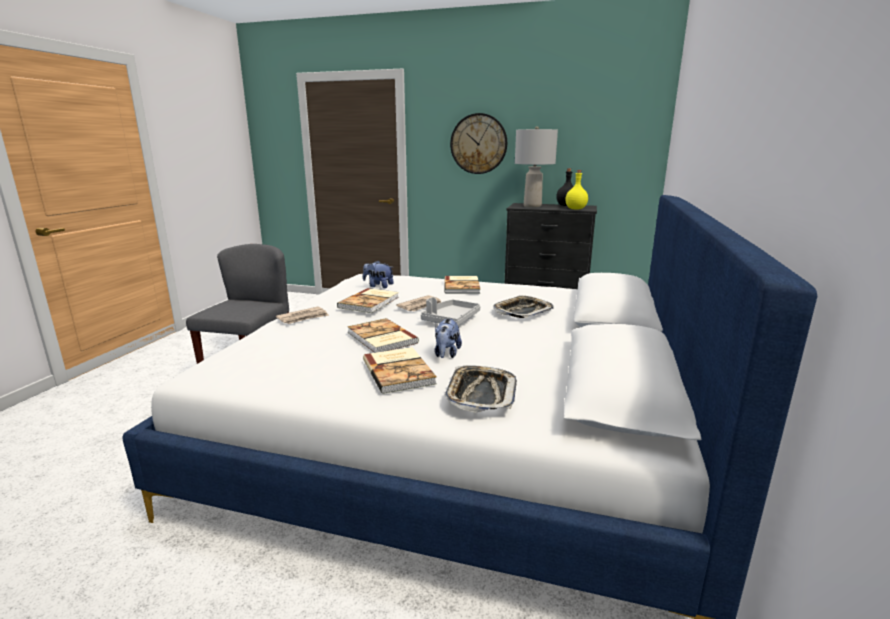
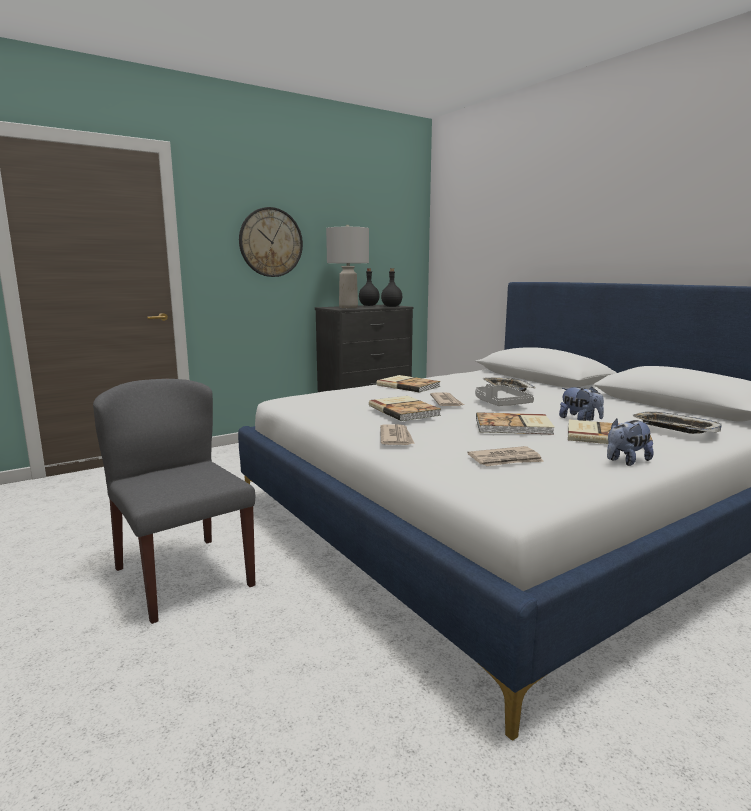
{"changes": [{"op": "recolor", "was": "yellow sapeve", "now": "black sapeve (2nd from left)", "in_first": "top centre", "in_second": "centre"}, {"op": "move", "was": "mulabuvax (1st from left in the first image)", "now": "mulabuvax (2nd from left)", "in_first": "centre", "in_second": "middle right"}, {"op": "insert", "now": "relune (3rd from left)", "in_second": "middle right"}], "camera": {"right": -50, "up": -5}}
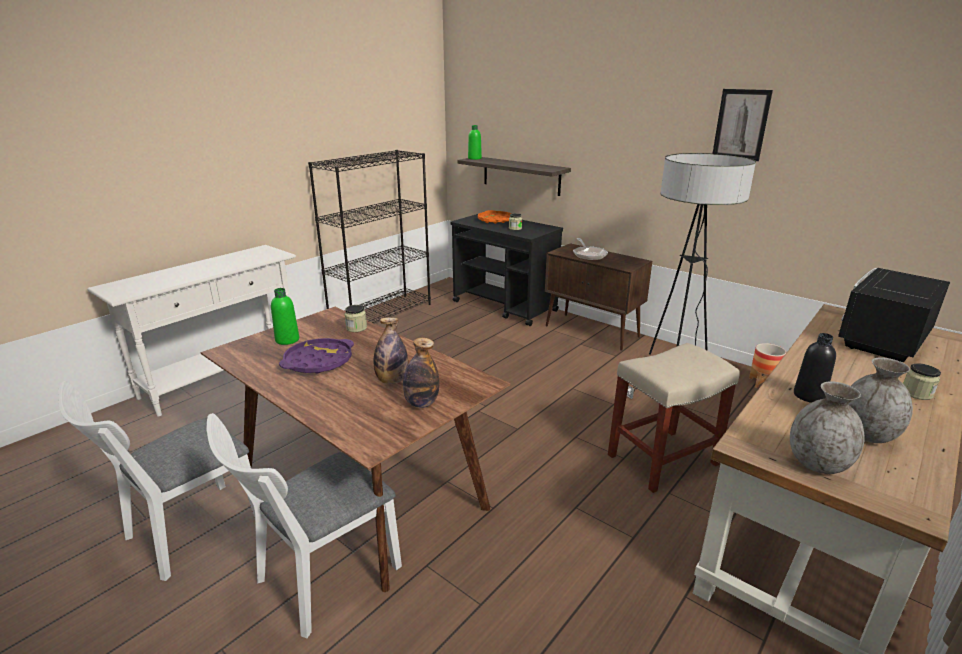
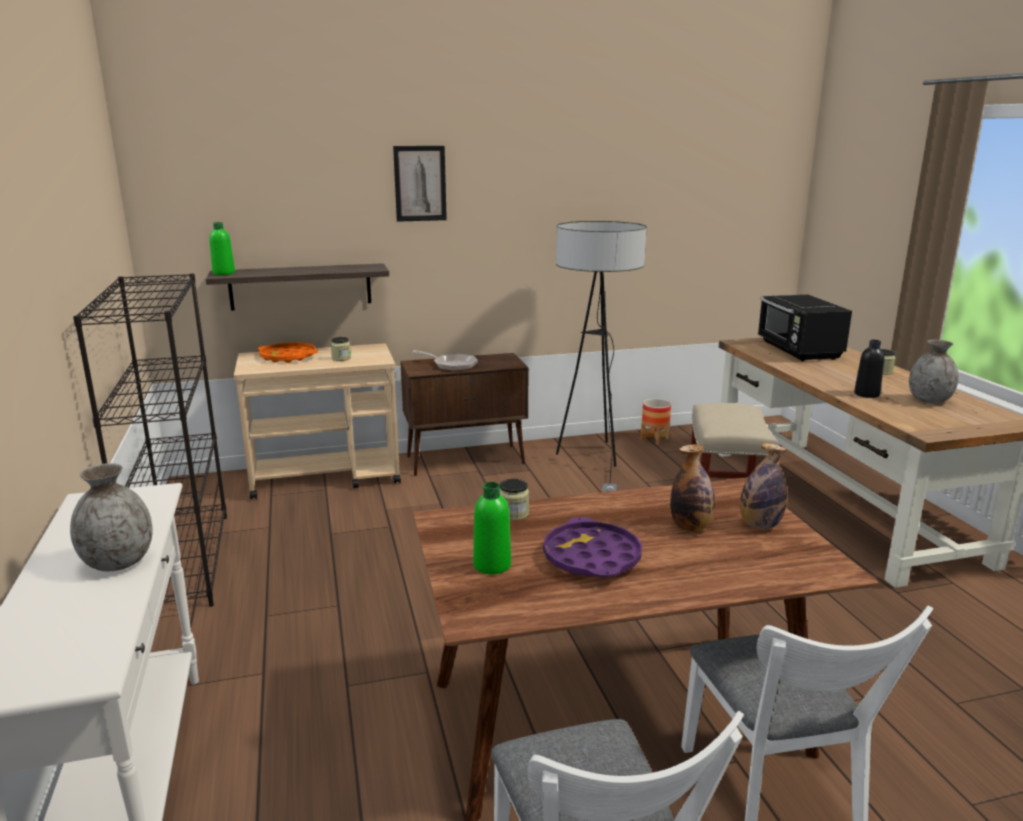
{"changes": [{"op": "move", "was": "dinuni", "in_first": "top right", "in_second": "top centre"}, {"op": "recolor", "was": "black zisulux", "now": "beige zisulux", "in_first": "centre", "in_second": "middle left"}, {"op": "move", "was": "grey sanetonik (1st from left)", "in_first": "middle right", "in_second": "middle left"}], "camera": {"right": -55, "up": -5}}
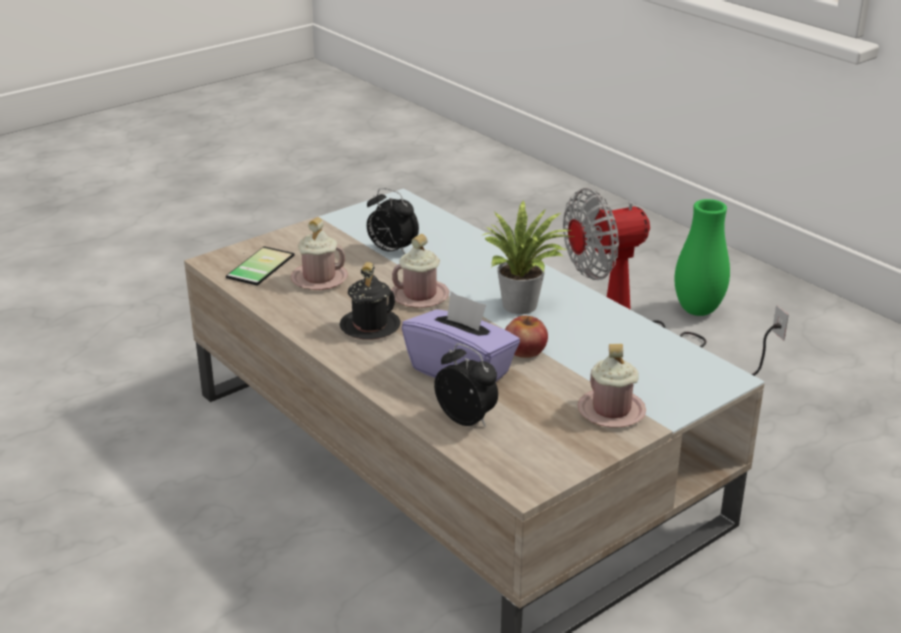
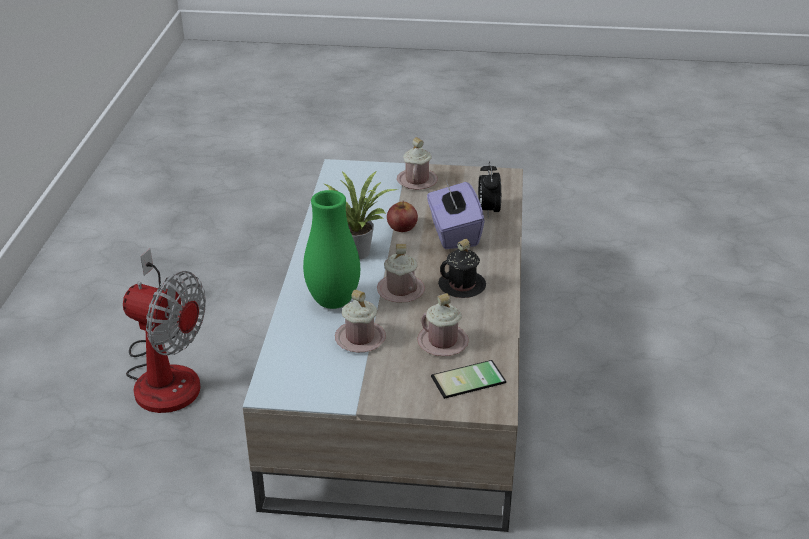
{"changes": [{"op": "replace", "was": "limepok (1st from left)", "now": "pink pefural (1st from left)", "in_first": "centre", "in_second": "centre"}, {"op": "move", "was": "green sanetonik", "in_first": "middle right", "in_second": "centre"}], "camera": {"right": -135, "up": 5}}
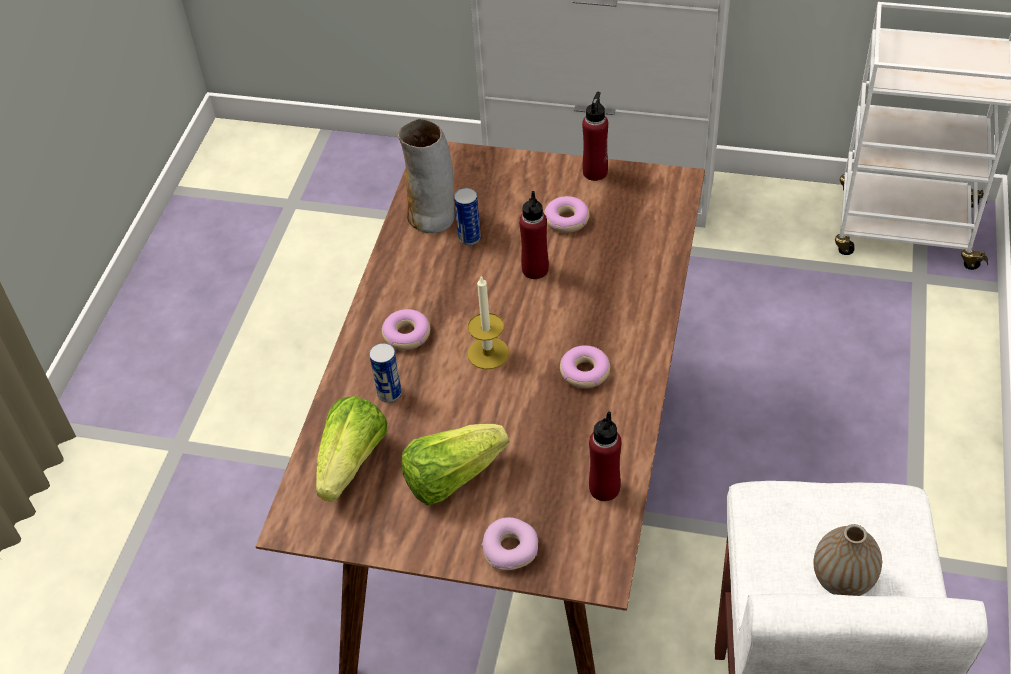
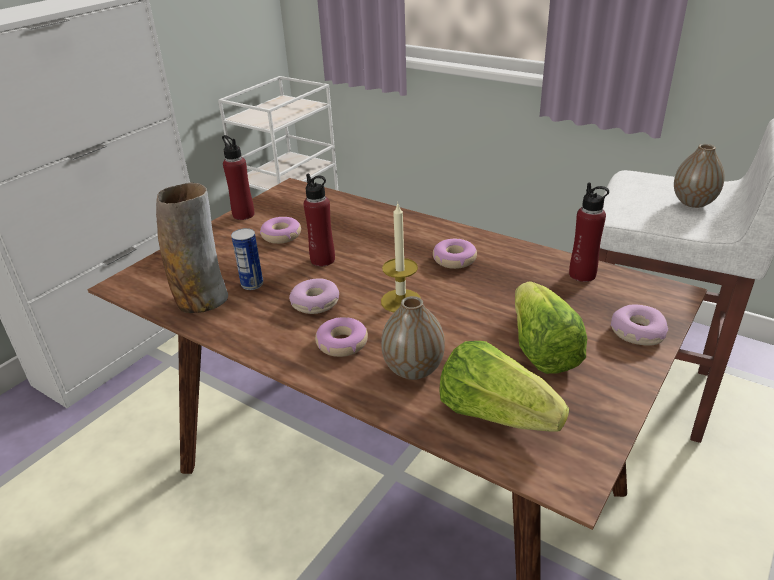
{"changes": [{"op": "replace", "was": "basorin (1st from left)", "now": "sanetonik (2nd from left)", "in_first": "centre", "in_second": "centre"}, {"op": "insert", "now": "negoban (2nd from left)", "in_second": "centre"}], "camera": {"right": -70, "up": -15}}
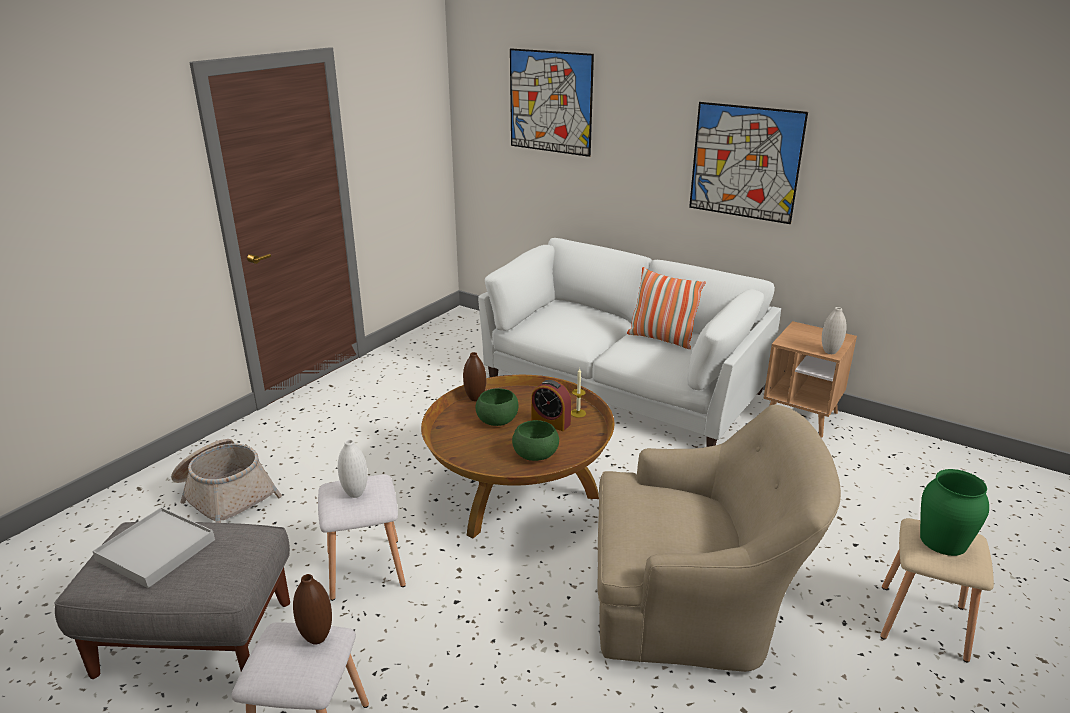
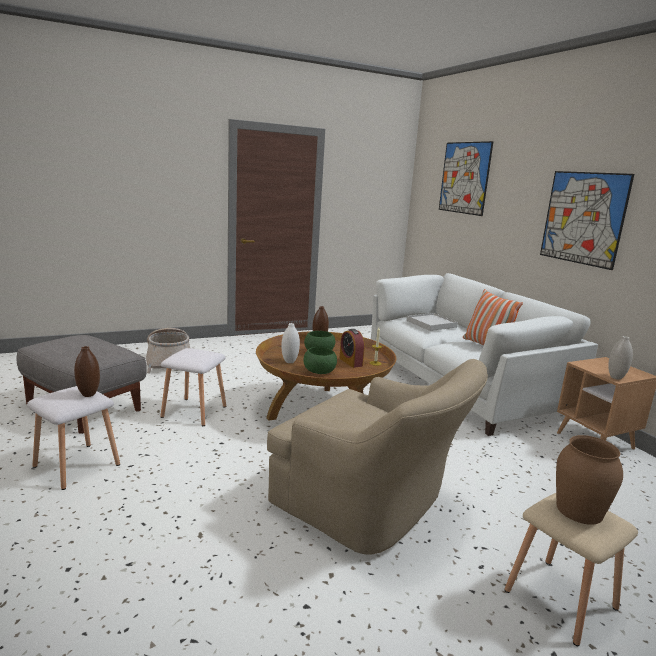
{"changes": [{"op": "move", "was": "white sanetonik (1st from left)", "in_first": "middle left", "in_second": "centre"}, {"op": "recolor", "was": "green sanetonik", "now": "brown sanetonik (3rd from left)", "in_first": "bottom right", "in_second": "bottom right"}, {"op": "move", "was": "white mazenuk", "in_first": "bottom left", "in_second": "centre"}], "camera": {"right": 30, "up": -10}}
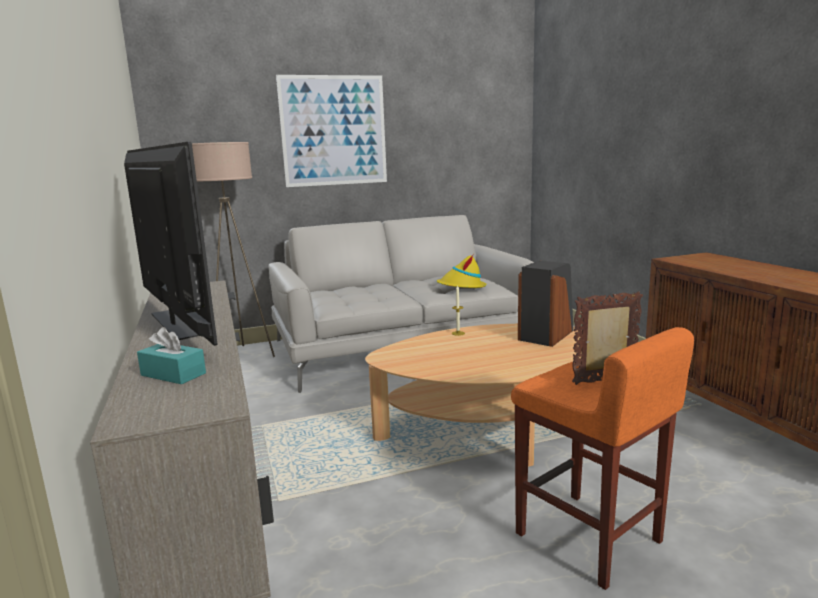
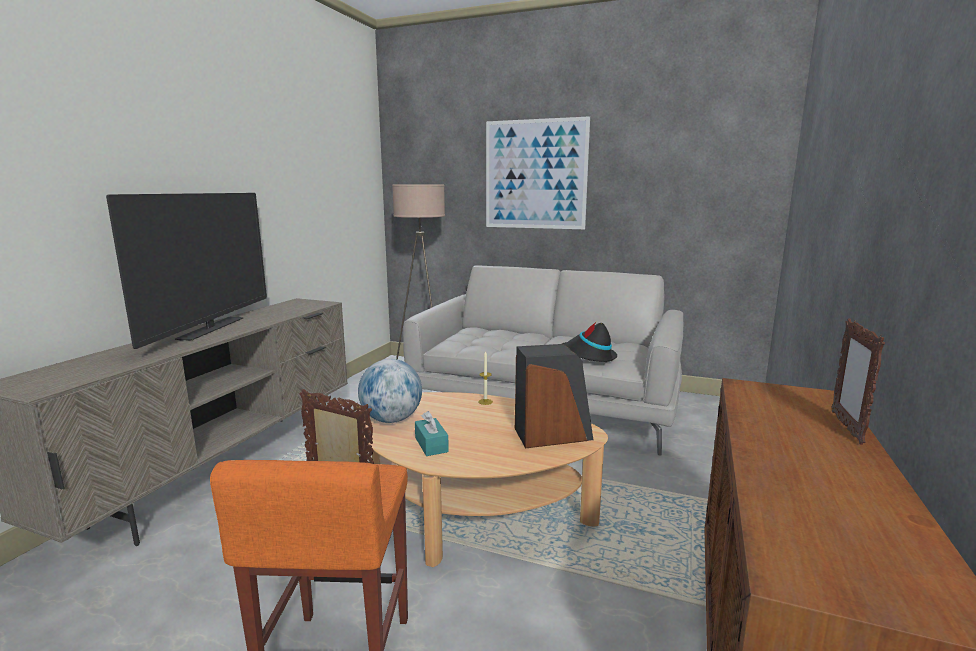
{"changes": [{"op": "recolor", "was": "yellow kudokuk", "now": "black kudokuk", "in_first": "centre", "in_second": "centre"}, {"op": "move", "was": "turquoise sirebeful", "in_first": "middle left", "in_second": "centre"}, {"op": "insert", "now": "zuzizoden (2nd from left)", "in_second": "middle right"}, {"op": "insert", "now": "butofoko", "in_second": "centre"}], "camera": {"right": 40, "up": 0}}
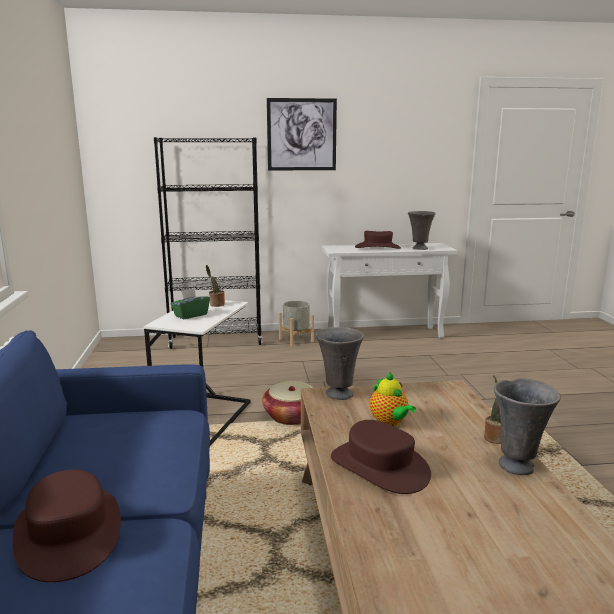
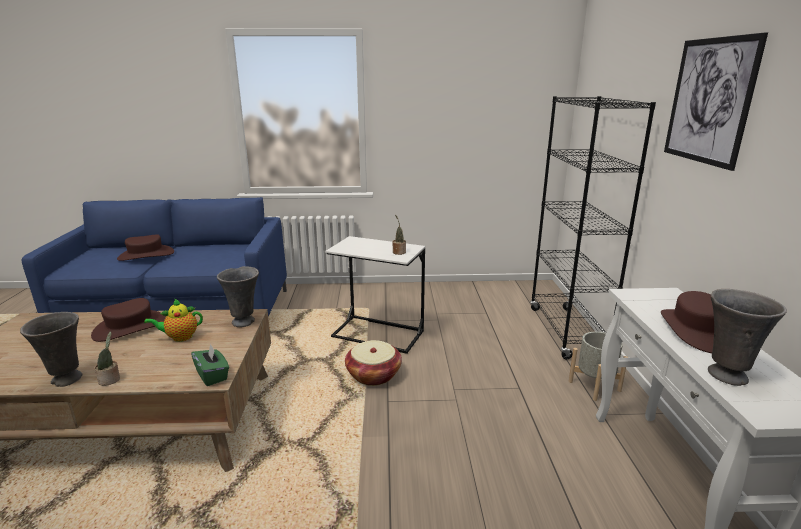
{"changes": [{"op": "move", "was": "green sirebeful", "in_first": "middle left", "in_second": "bottom left"}], "camera": {"right": 95, "up": 5}}
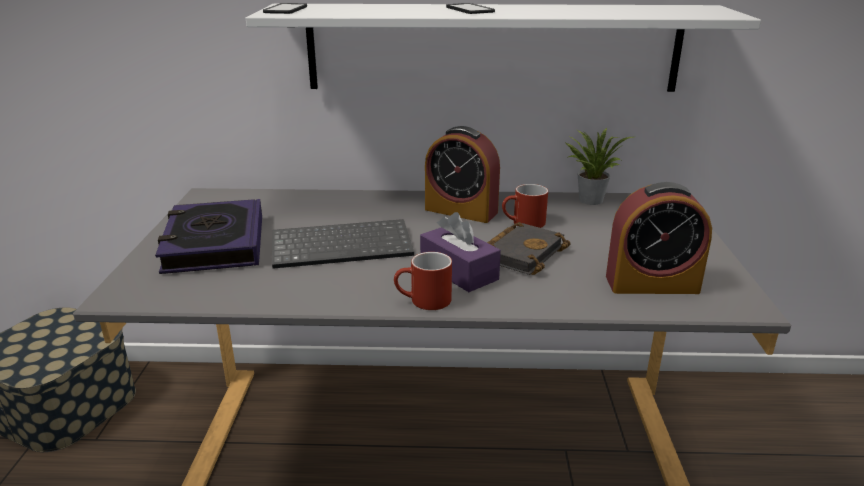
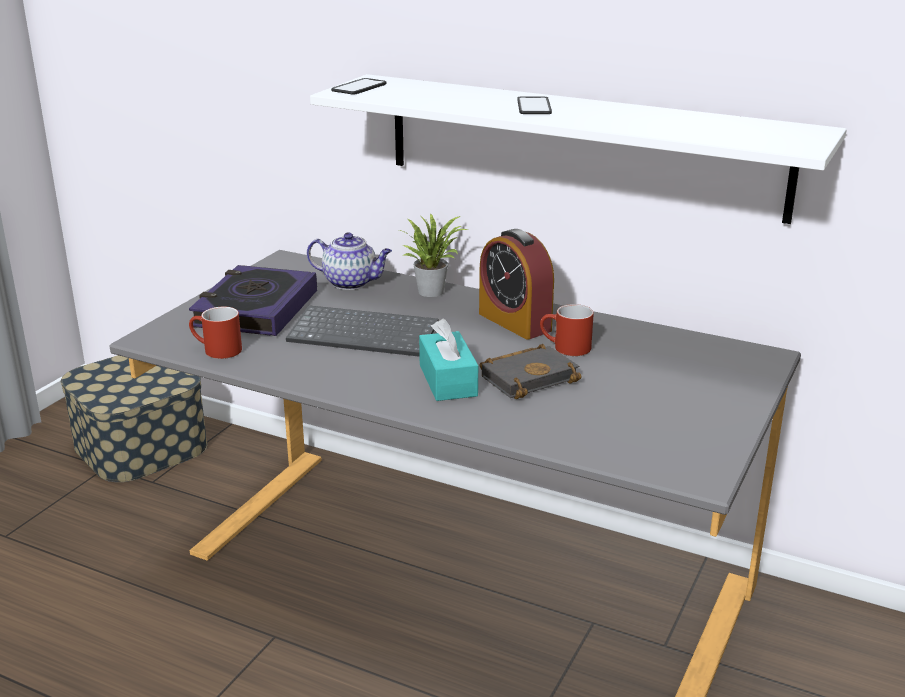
{"changes": [{"op": "move", "was": "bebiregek", "in_first": "middle right", "in_second": "centre"}, {"op": "delete", "was": "limepok (2nd from left)", "in_first": "middle right"}, {"op": "recolor", "was": "purple sirebeful", "now": "turquoise sirebeful", "in_first": "centre", "in_second": "centre"}, {"op": "move", "was": "red pefural (1st from left)", "in_first": "centre", "in_second": "middle left"}, {"op": "insert", "now": "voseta", "in_second": "centre"}], "camera": {"right": 25, "up": 0}}
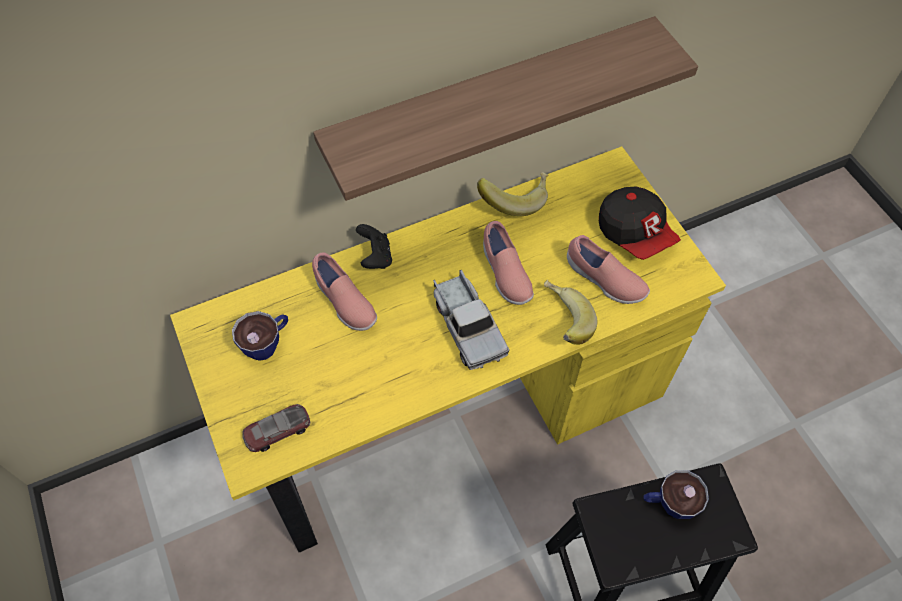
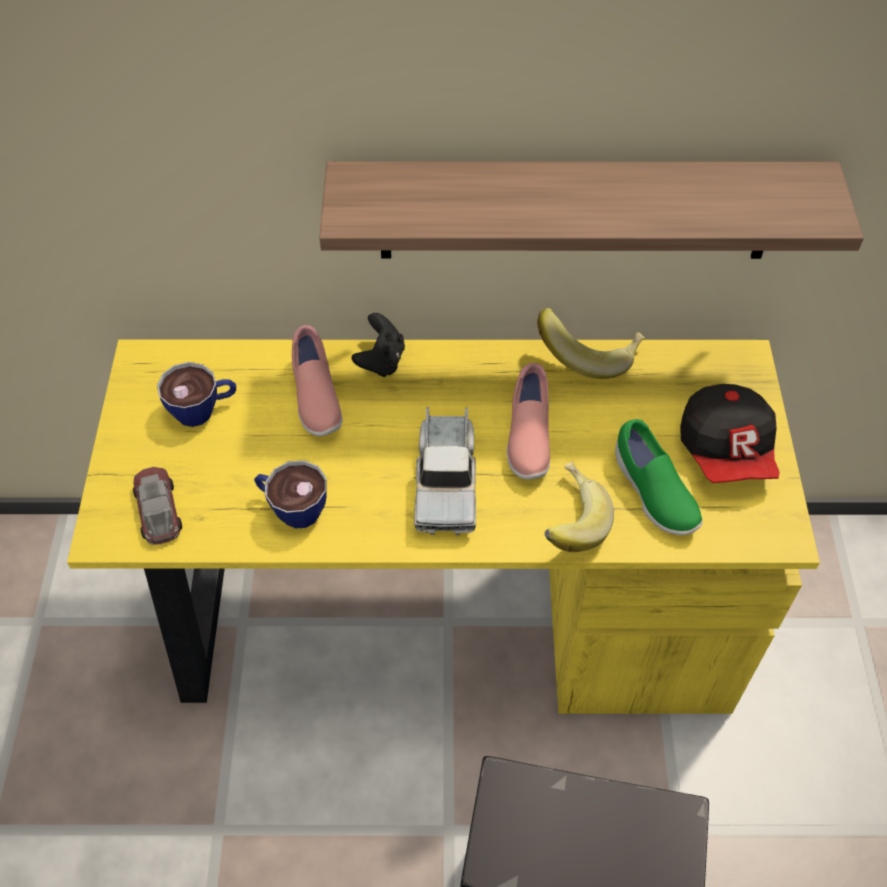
{"changes": [{"op": "recolor", "was": "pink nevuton (3rd from left)", "now": "green nevuton", "in_first": "middle right", "in_second": "middle right"}, {"op": "rotate", "was": "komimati", "in_first": "bottom left", "in_second": "middle left", "clockwise": 75}, {"op": "move", "was": "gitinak (2nd from left)", "in_first": "bottom right", "in_second": "middle left"}], "camera": {"right": 25, "up": -5}}
